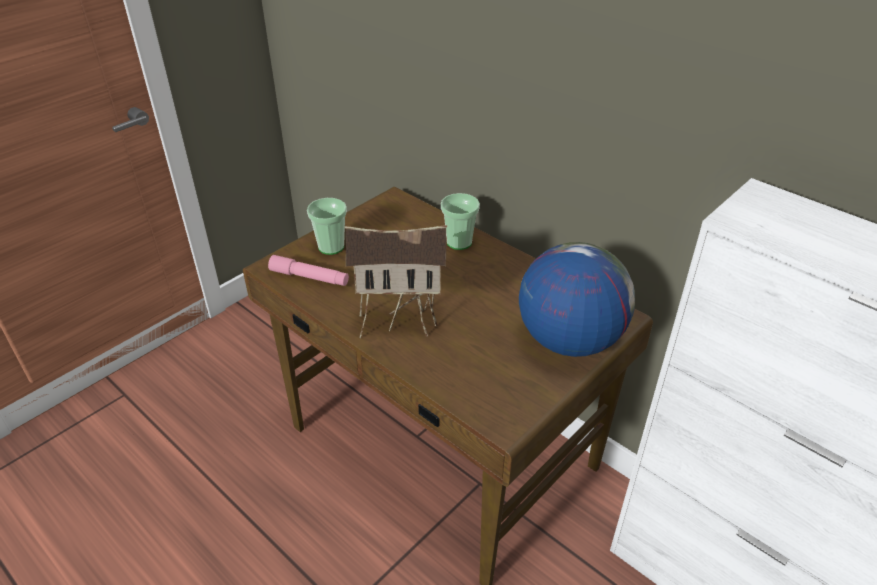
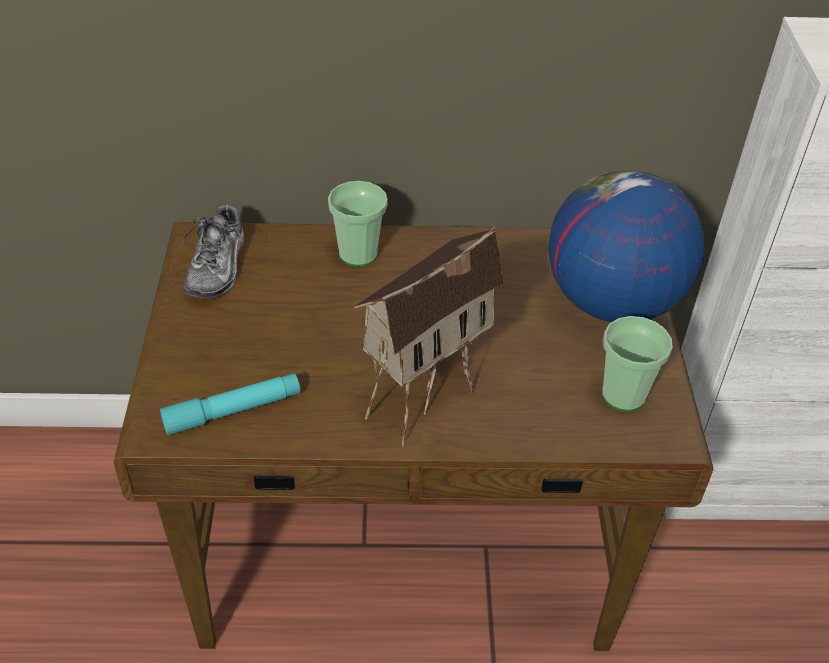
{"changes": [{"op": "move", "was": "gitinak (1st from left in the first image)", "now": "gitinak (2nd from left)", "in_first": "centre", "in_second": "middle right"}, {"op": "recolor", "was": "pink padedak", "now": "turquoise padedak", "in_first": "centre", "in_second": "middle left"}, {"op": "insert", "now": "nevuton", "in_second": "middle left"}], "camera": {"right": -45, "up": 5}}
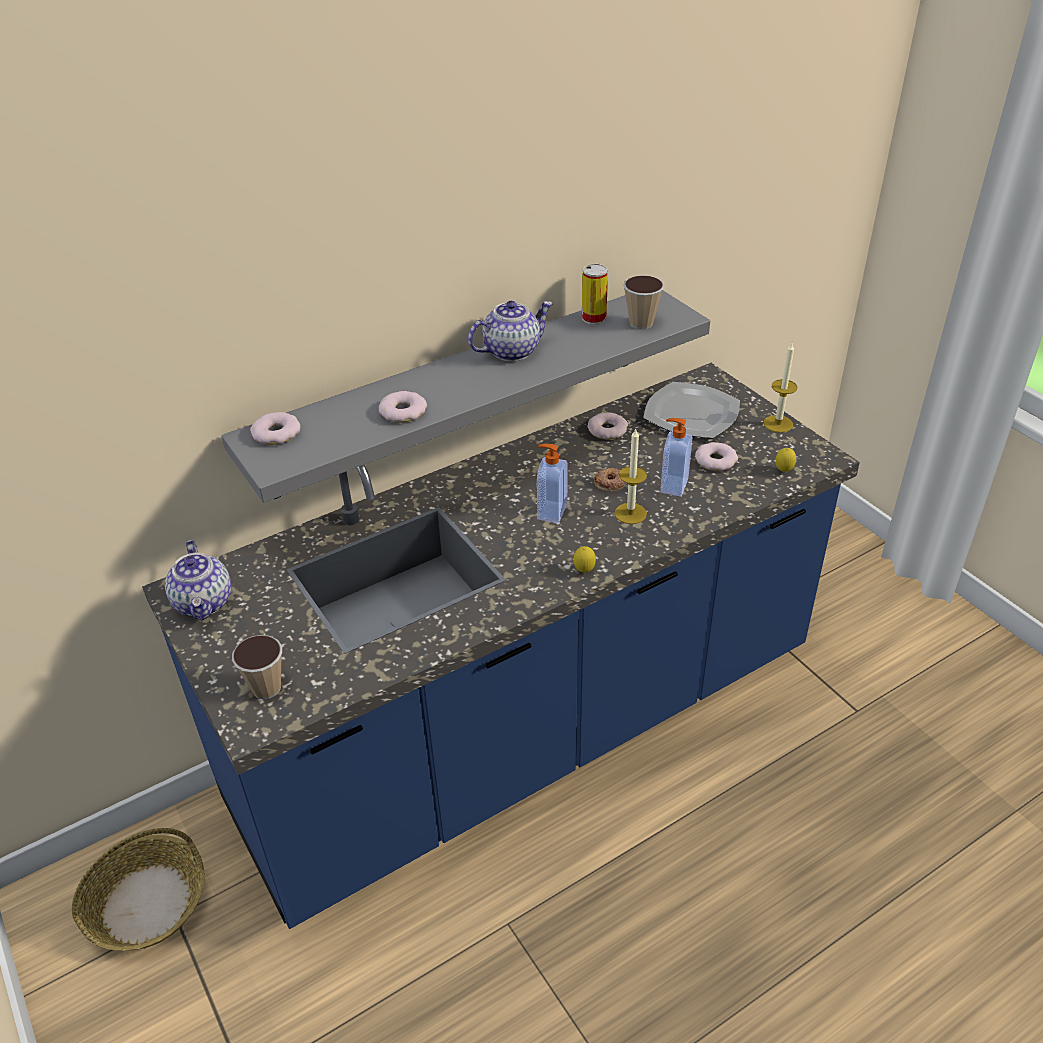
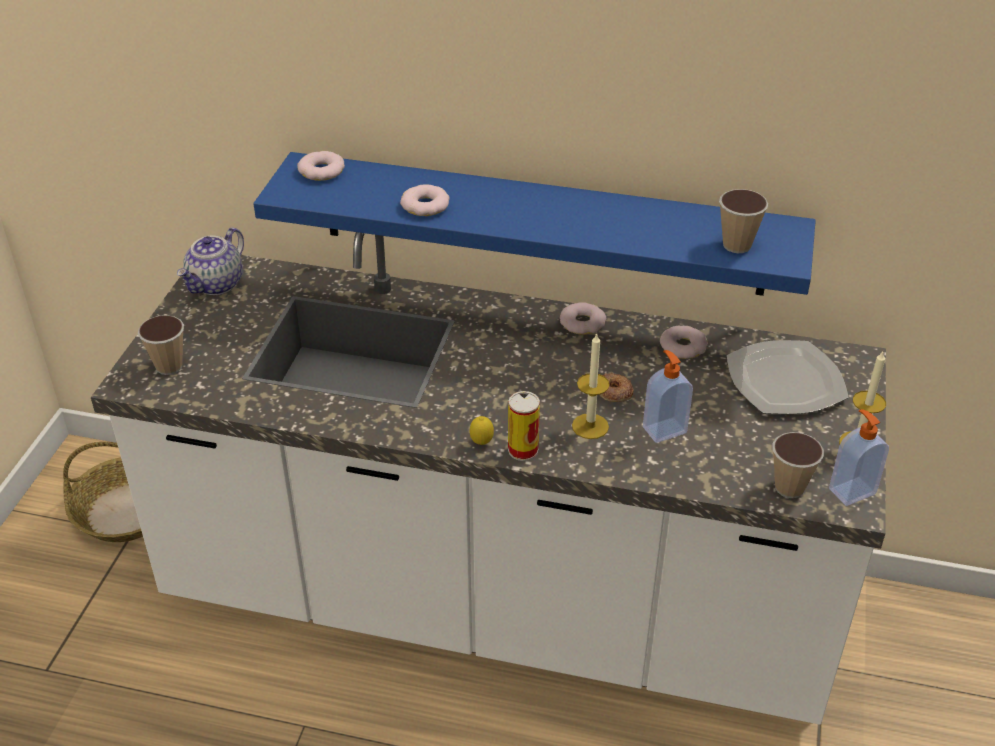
{"changes": [{"op": "move", "was": "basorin", "in_first": "top centre", "in_second": "centre"}, {"op": "recolor", "was": "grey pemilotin", "now": "blue pemilotin", "in_first": "centre", "in_second": "top centre"}, {"op": "delete", "was": "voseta (2nd from left)", "in_first": "top centre"}, {"op": "recolor", "was": "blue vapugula", "now": "white vapugula", "in_first": "centre", "in_second": "centre"}, {"op": "move", "was": "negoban (5th from left in the first image)", "now": "negoban (3rd from left)", "in_first": "middle right", "in_second": "centre"}, {"op": "move", "was": "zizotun (1st from left in the first image)", "now": "zizotun (2nd from left)", "in_first": "centre", "in_second": "middle right"}, {"op": "replace", "was": "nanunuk (2nd from left)", "now": "gitinak (3rd from left)", "in_first": "middle right", "in_second": "middle right"}], "camera": {"right": 45, "up": 0}}
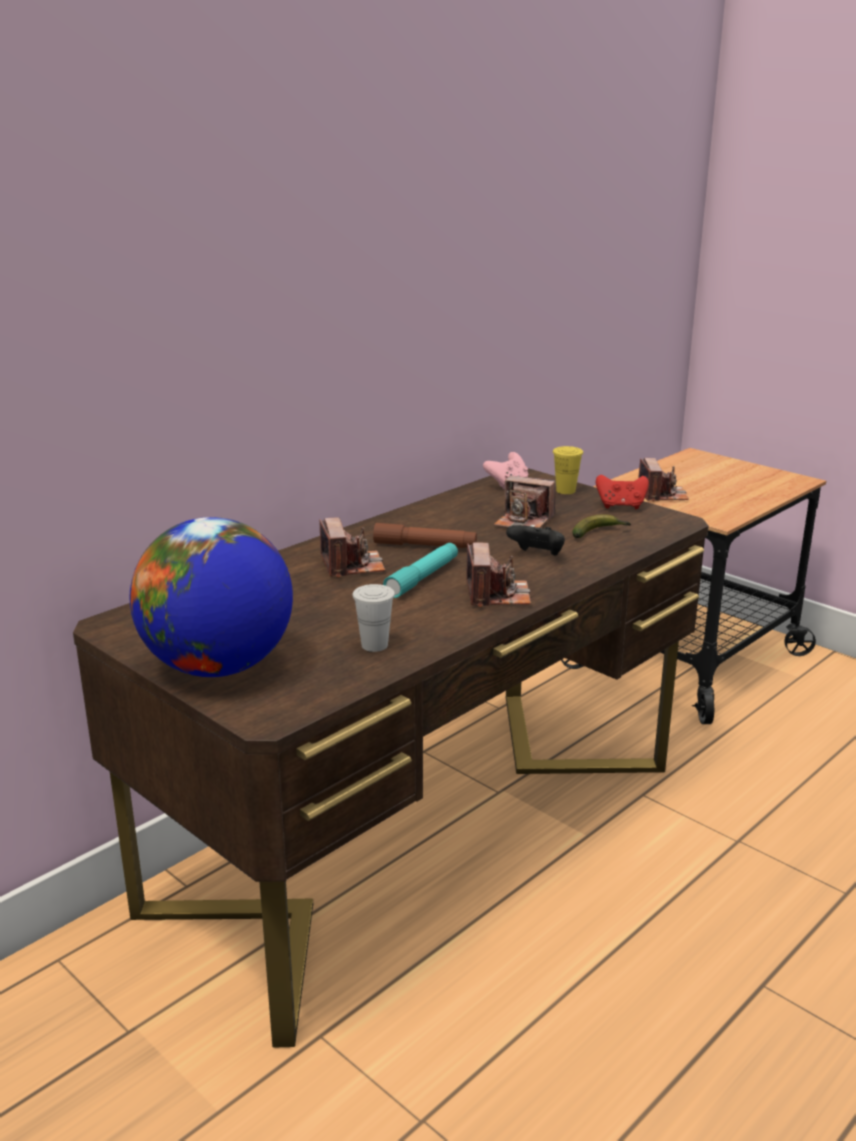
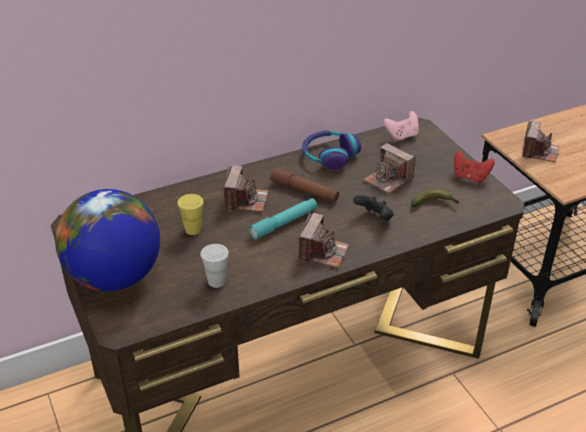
{"changes": [{"op": "move", "was": "yellow gitinak", "in_first": "centre", "in_second": "middle left"}, {"op": "insert", "now": "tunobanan", "in_second": "centre"}], "camera": {"right": 20, "up": 15}}
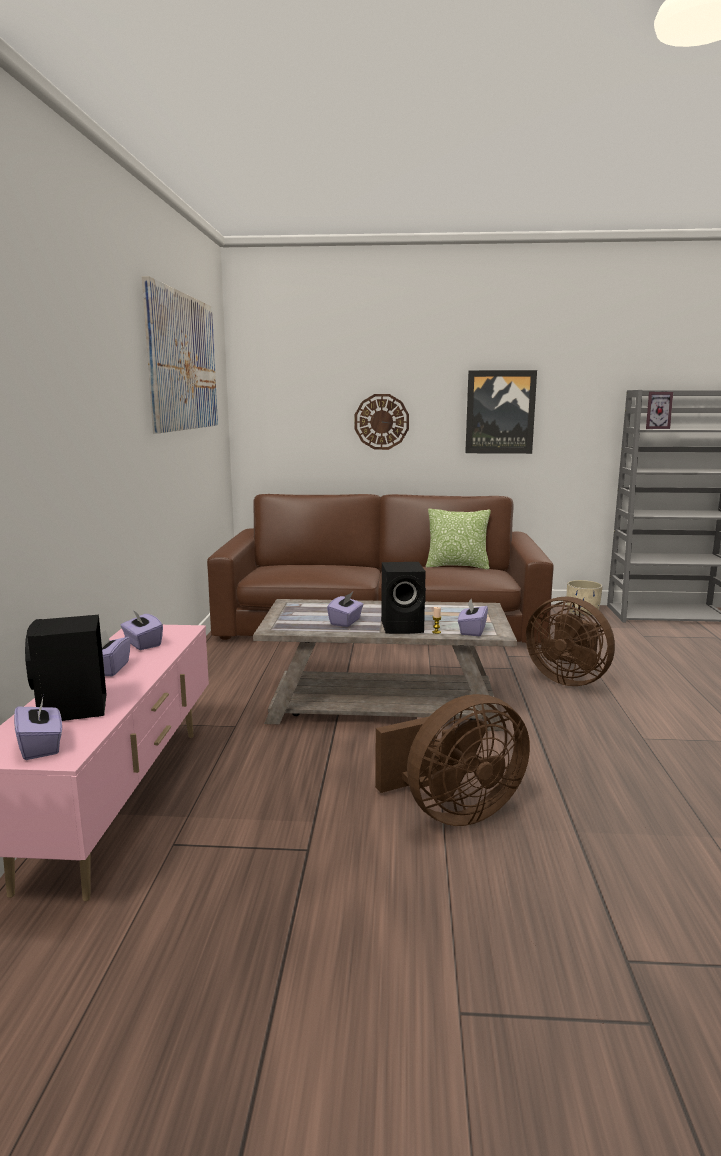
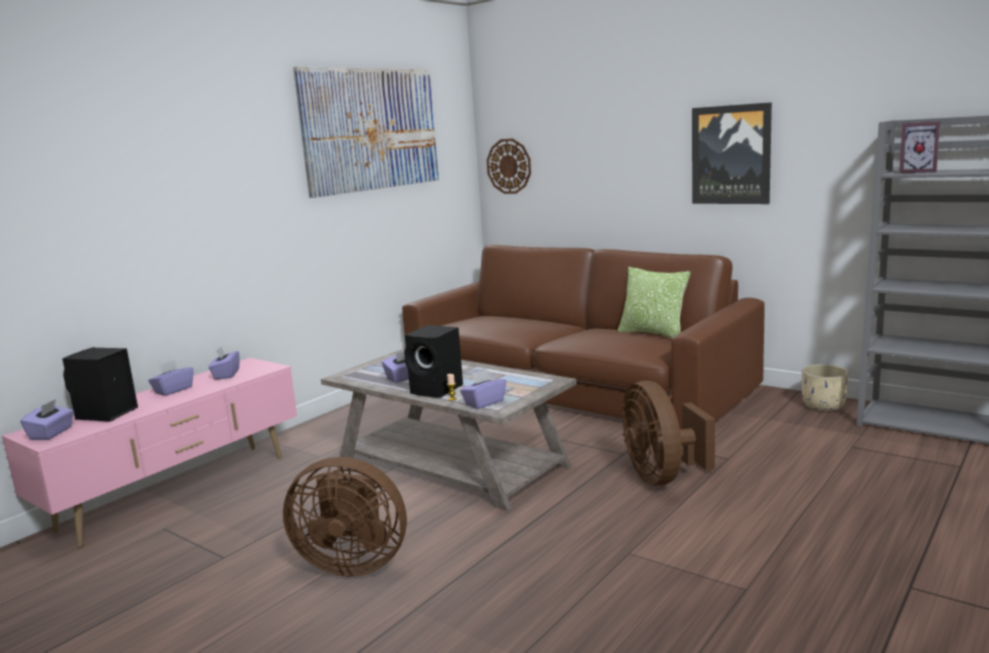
{"changes": [{"op": "move", "was": "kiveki", "in_first": "centre", "in_second": "top centre"}], "camera": {"right": 35, "up": 0}}
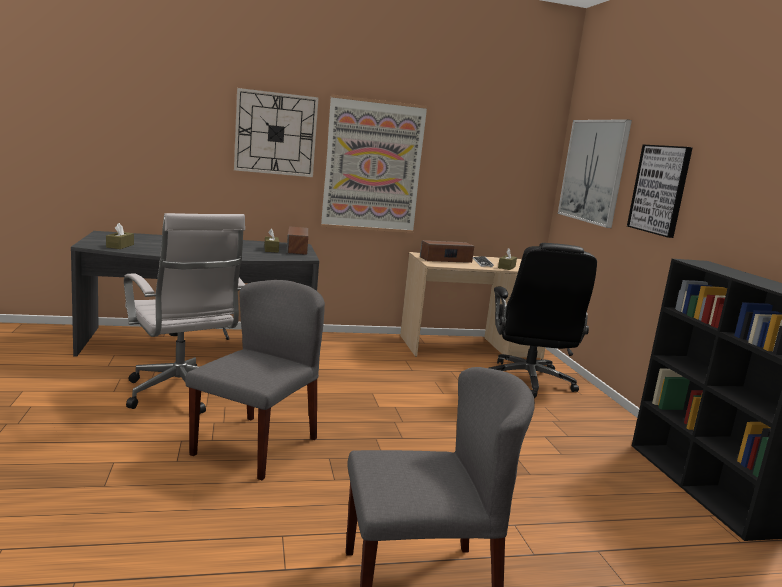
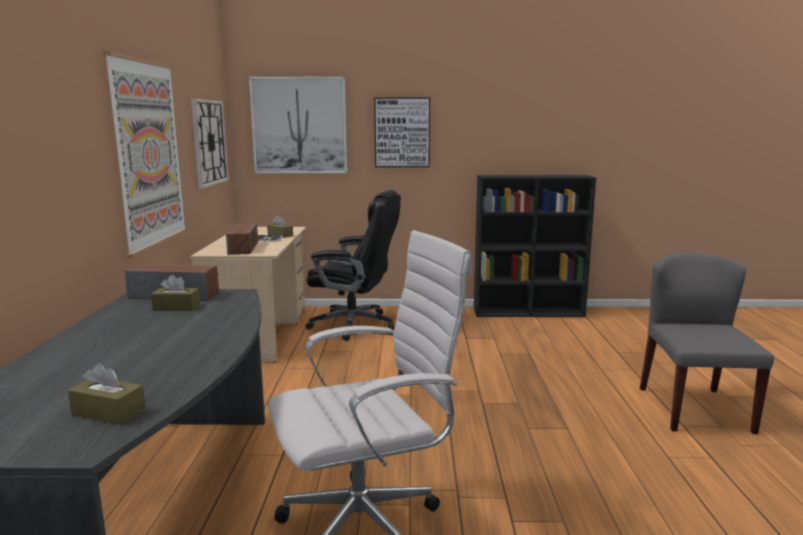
{"changes": [{"op": "move", "was": "kiveki", "in_first": "top centre", "in_second": "top left"}, {"op": "delete", "was": "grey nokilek (1st from left)", "in_first": "middle left"}], "camera": {"right": -75, "up": 0}}
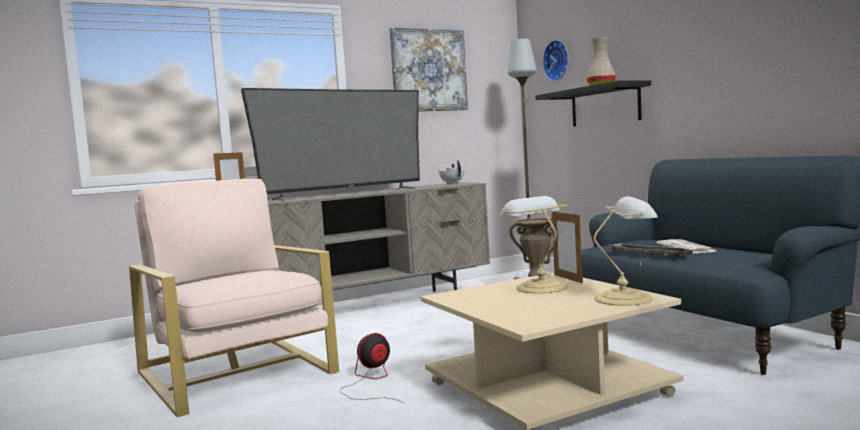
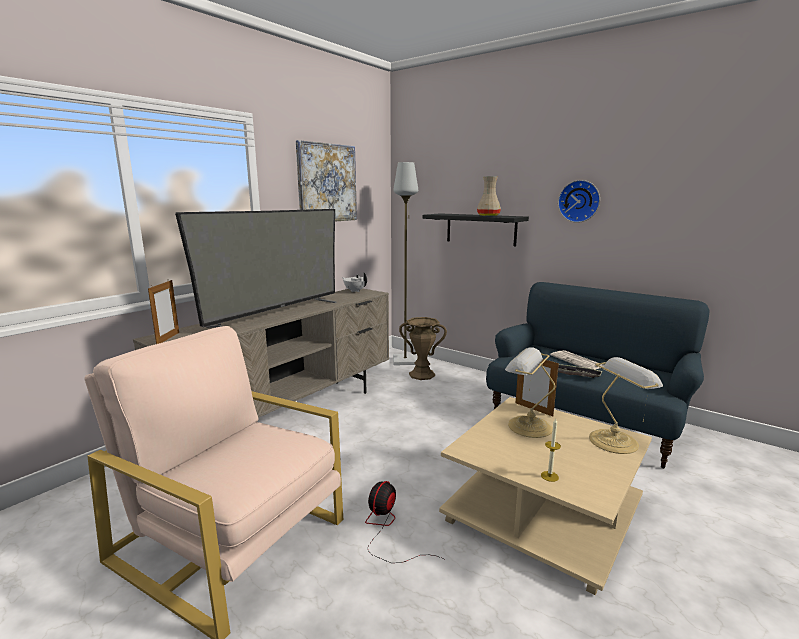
{"changes": [{"op": "move", "was": "kiveki", "in_first": "top centre", "in_second": "top right"}, {"op": "insert", "now": "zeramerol", "in_second": "bottom right"}], "camera": {"right": -25, "up": 10}}
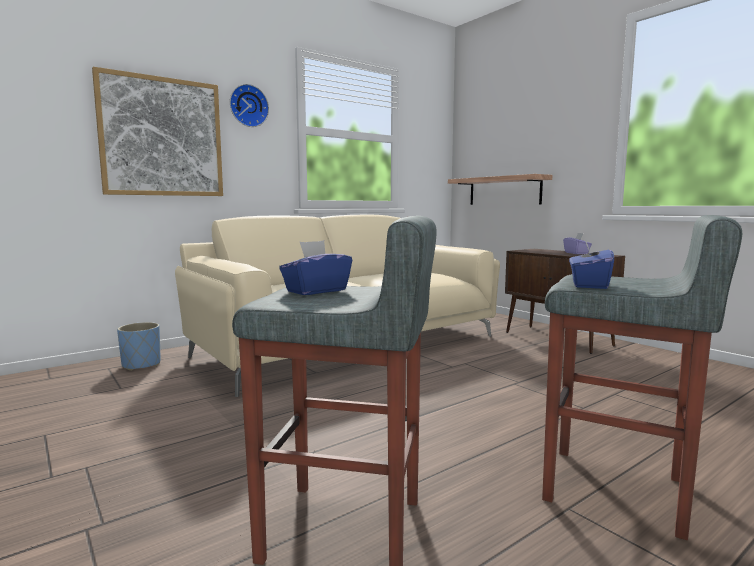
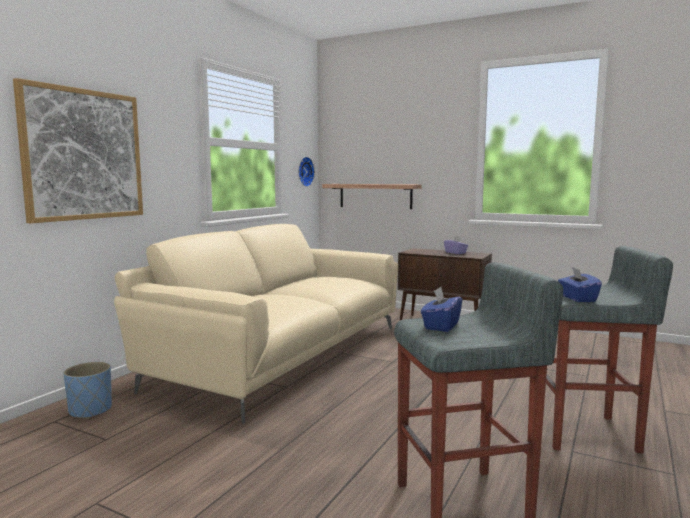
{"changes": [{"op": "move", "was": "kiveki", "in_first": "top left", "in_second": "top centre"}], "camera": {"right": -25, "up": 0}}
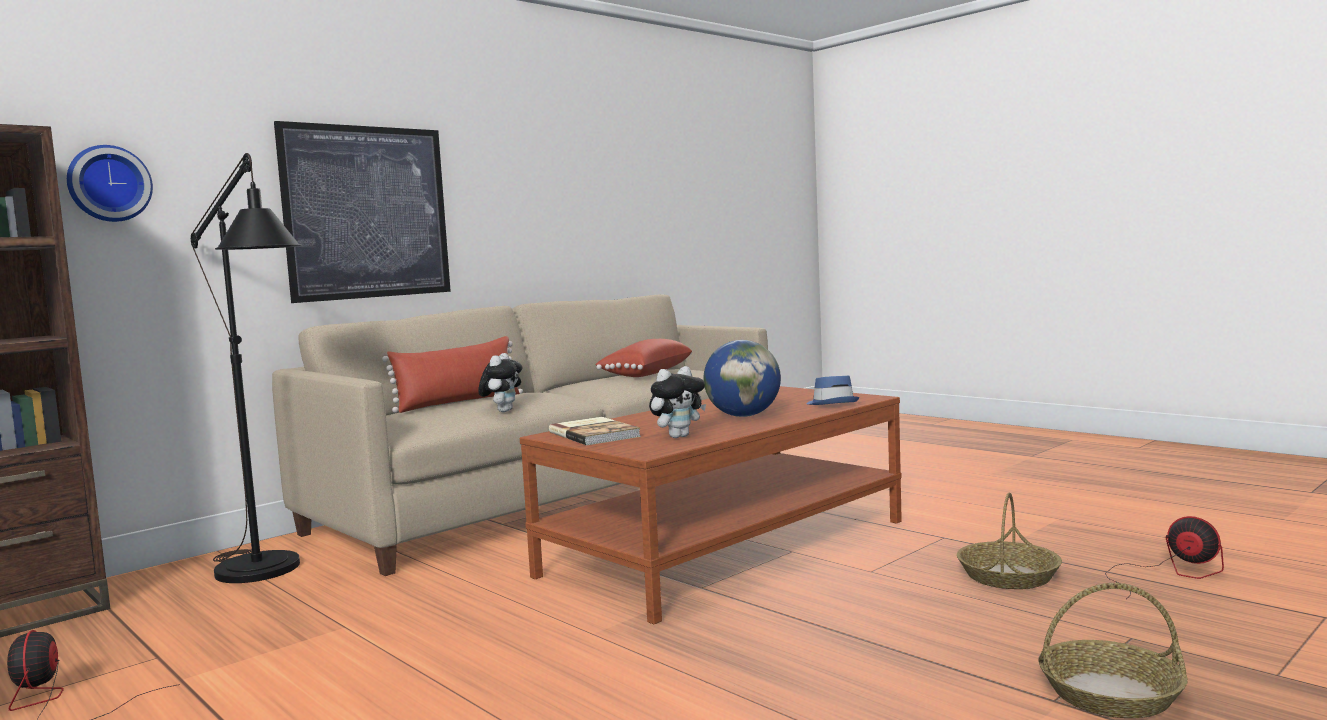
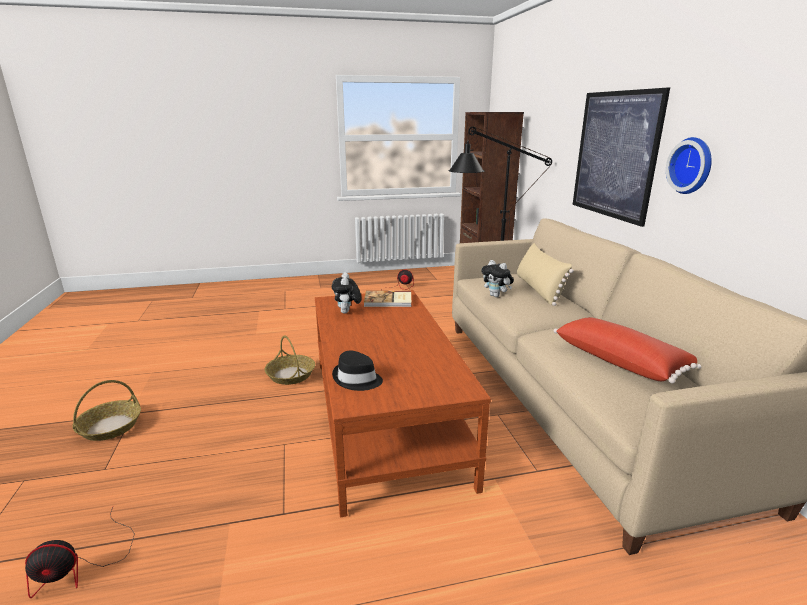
{"changes": [{"op": "move", "was": "kiveki", "in_first": "top left", "in_second": "top right"}, {"op": "recolor", "was": "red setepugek (1st from left)", "now": "beige setepugek", "in_first": "centre", "in_second": "middle right"}, {"op": "delete", "was": "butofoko", "in_first": "centre"}, {"op": "recolor", "was": "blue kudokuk", "now": "black kudokuk", "in_first": "centre", "in_second": "centre"}, {"op": "move", "was": "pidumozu (1st from left in the first image)", "now": "pidumozu (2nd from left)", "in_first": "bottom right", "in_second": "centre"}], "camera": {"right": 120, "up": 15}}
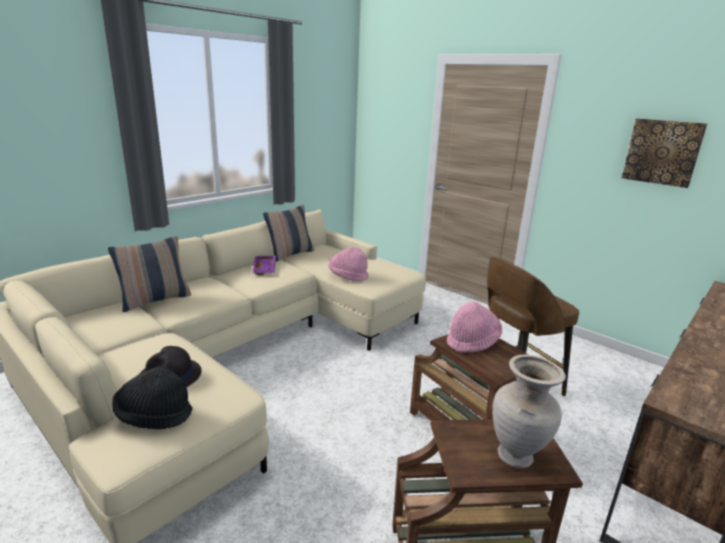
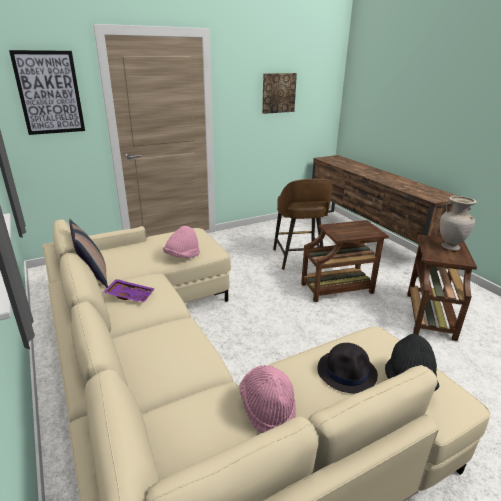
{"changes": [{"op": "delete", "was": "setepugek (1st from left)", "in_first": "middle left"}, {"op": "move", "was": "pink kudokuk (2nd from left)", "in_first": "centre", "in_second": "bottom centre"}, {"op": "insert", "now": "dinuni (1st from left)", "in_second": "top left"}], "camera": {"right": -70, "up": 5}}
